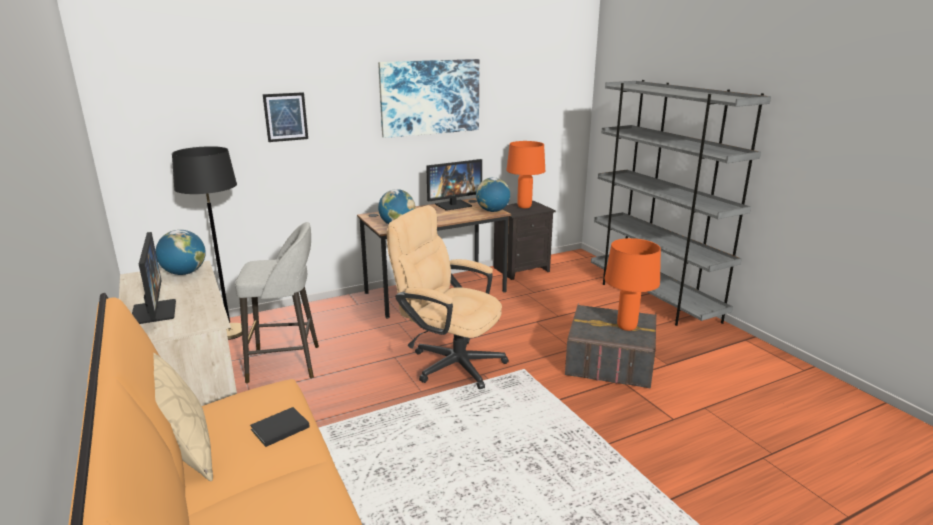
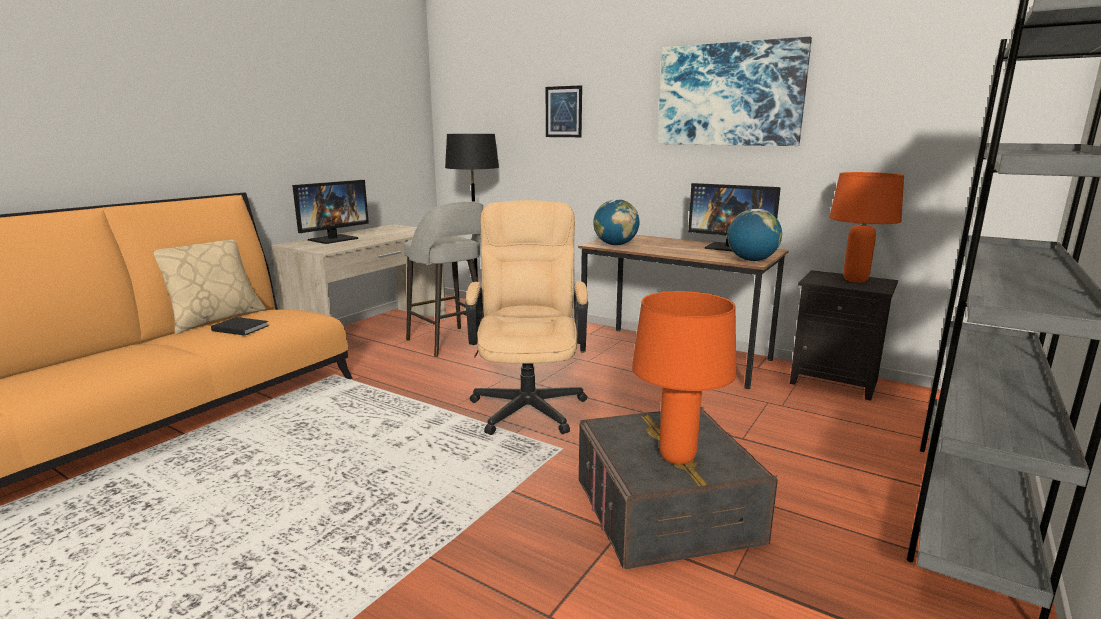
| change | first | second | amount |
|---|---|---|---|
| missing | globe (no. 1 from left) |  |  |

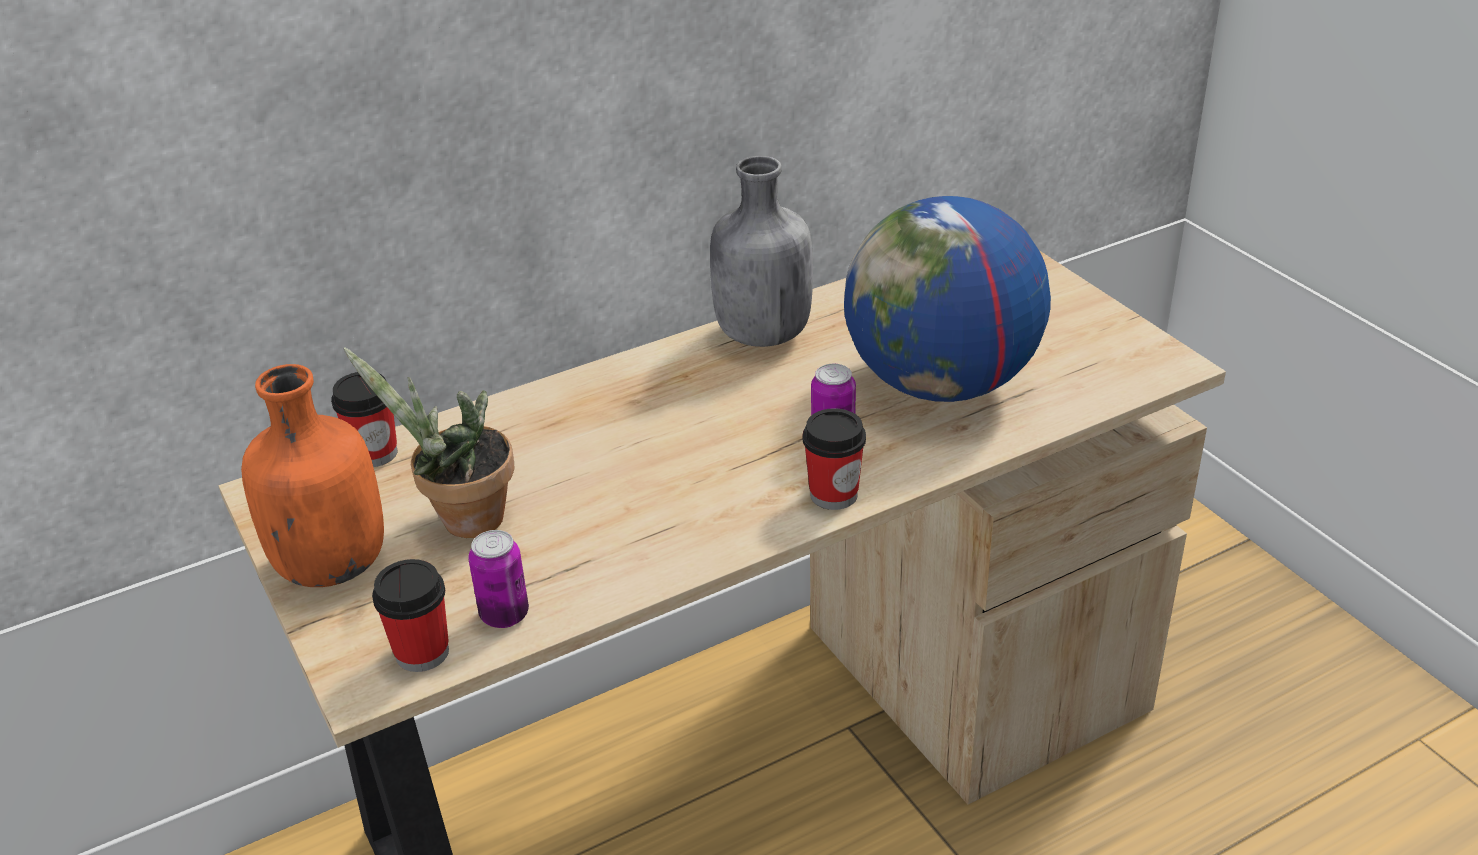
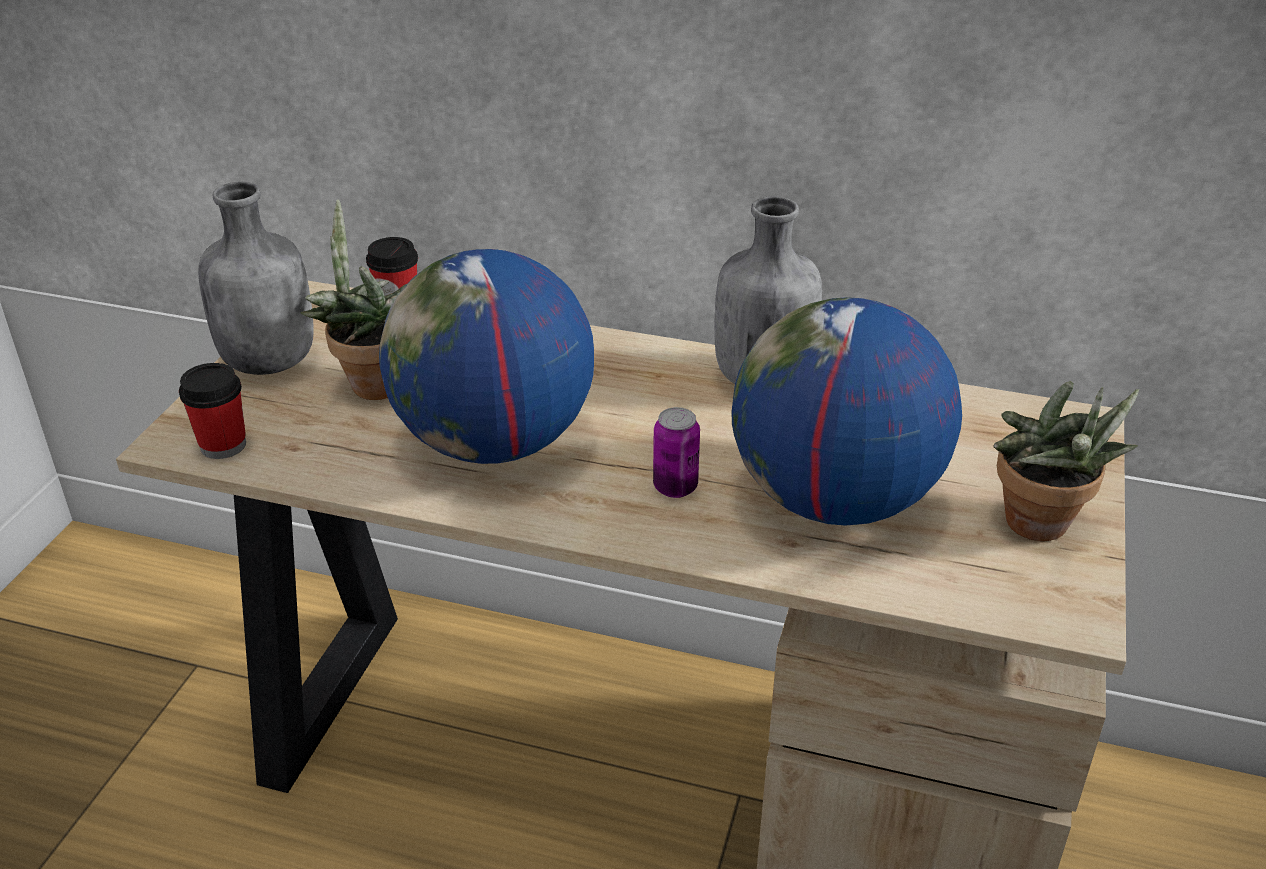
| change | first | second | amount |
|---|---|---|---|
| colour | bottle (orange) | bottle (grey) (no. 1 from left) |  |
| missing | can (no. 1 from left) |  |  |
| missing | cup (no. 3 from left) |  |  |
| appeared |  | globe (no. 1 from left) |  |
| appeared |  | potted plant (no. 2 from left) |  |

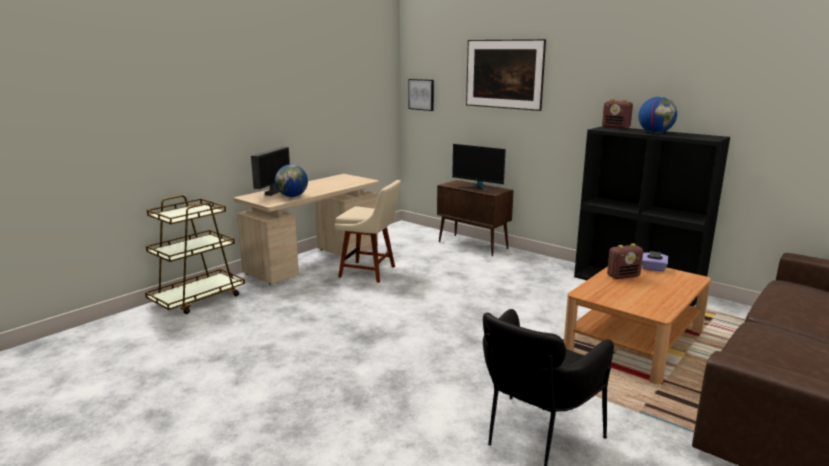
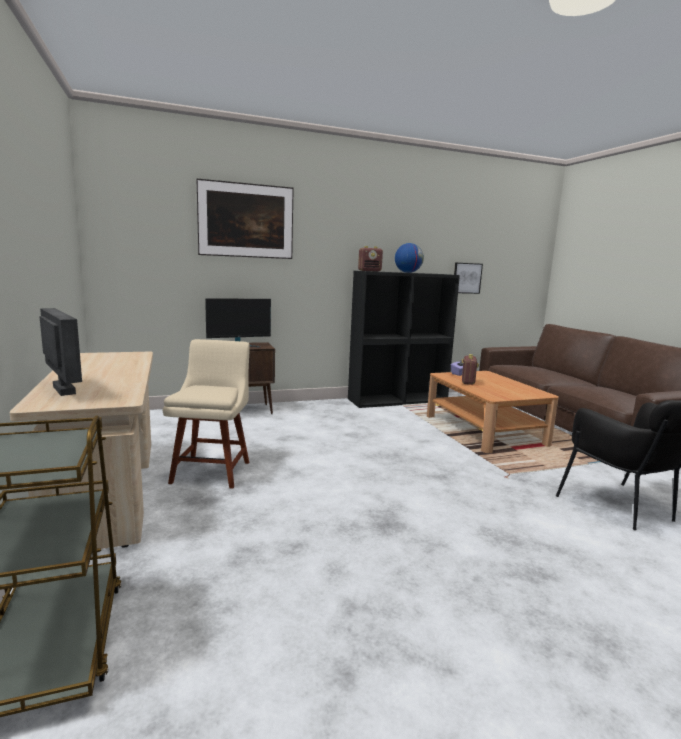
| change | first | second | amount |
|---|---|---|---|
| missing | globe (no. 1 from left) |  |  |
| spun | chair (beige) |  | 45 degrees counterclockwise |
| relocated | picture (no. 1 from left in the first image) | picture (no. 2 from left) |  |

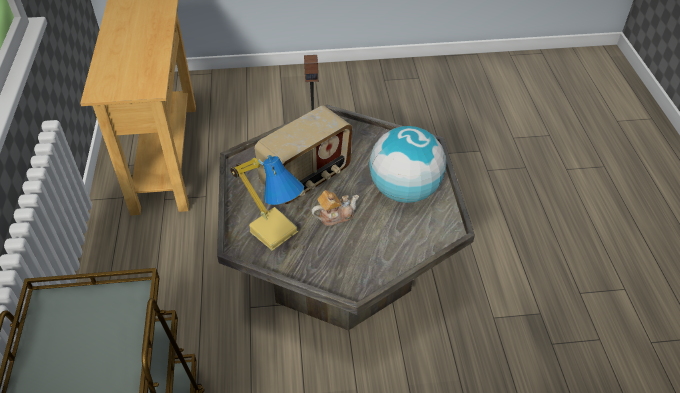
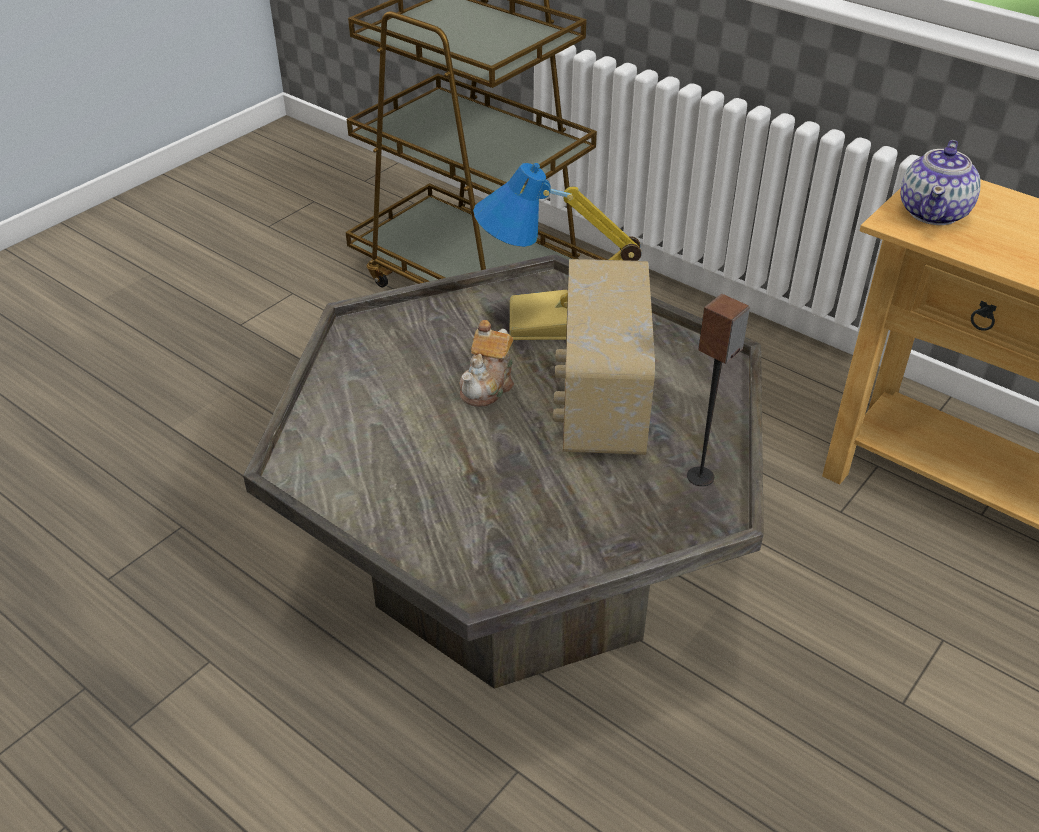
| change | first | second | amount |
|---|---|---|---|
| missing | globe |  |  |
| appeared |  | teapot (no. 2 from left) |  |

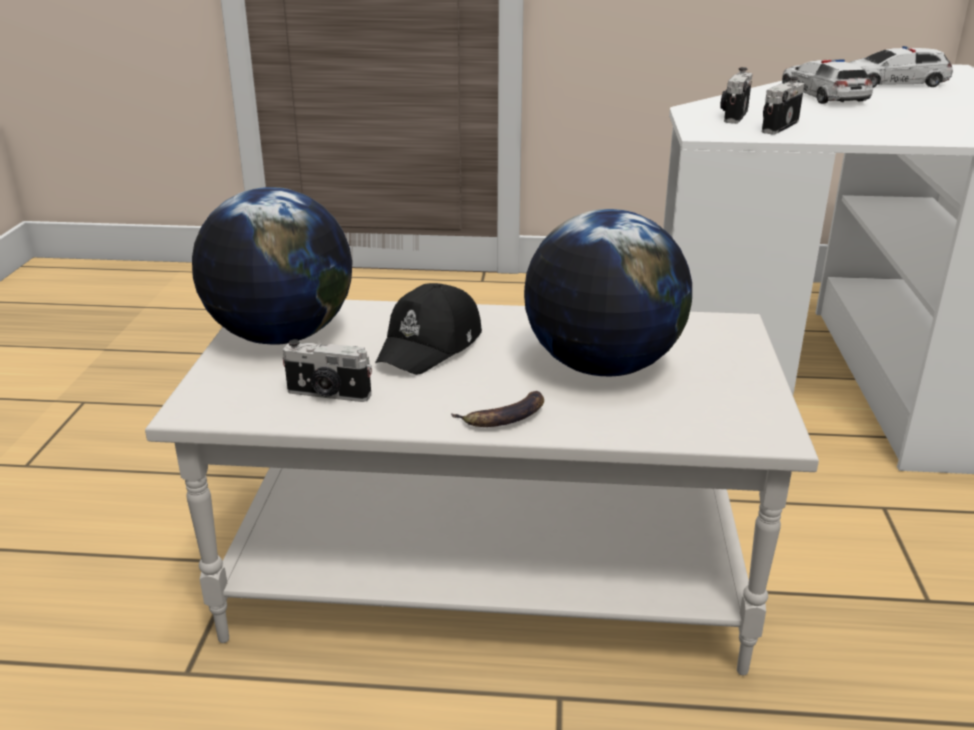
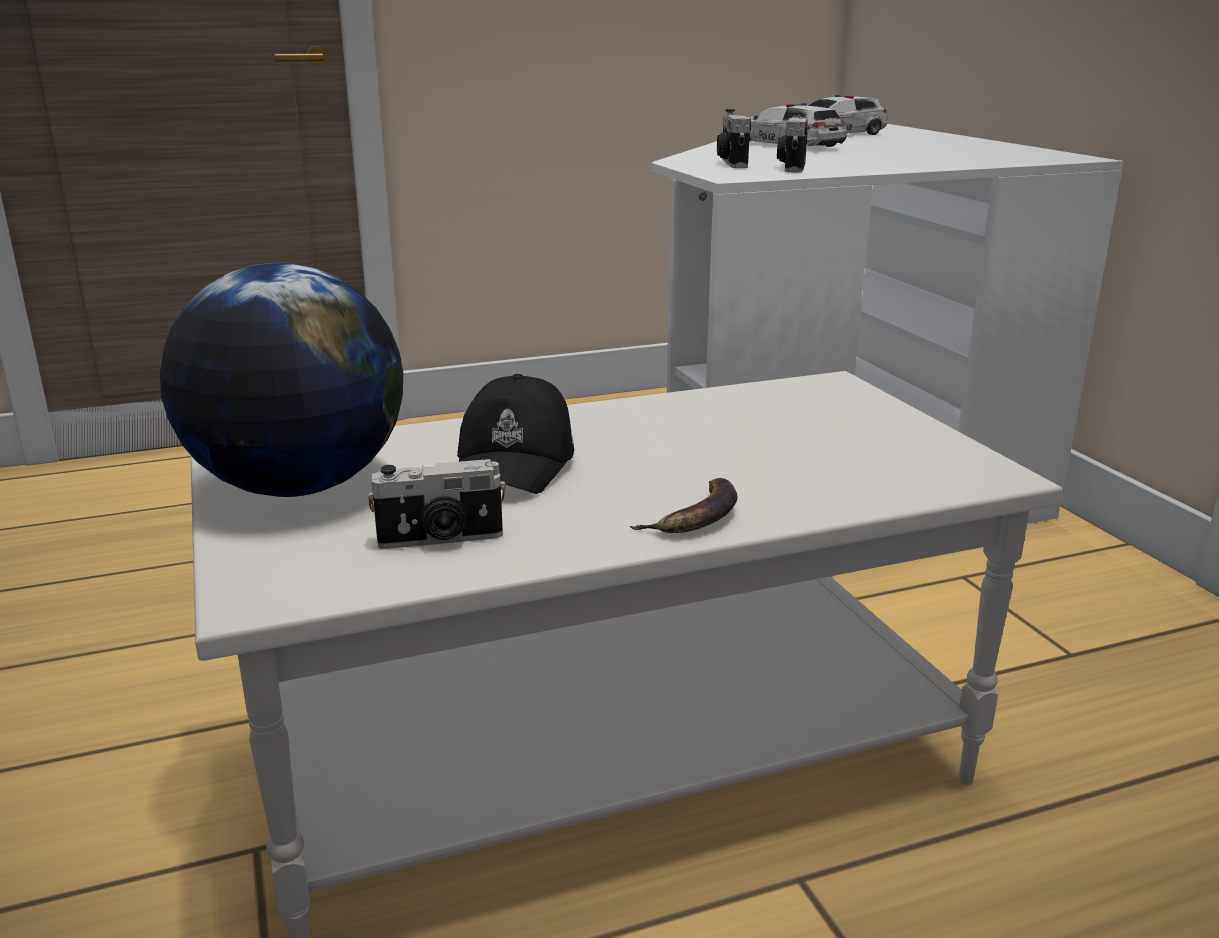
| change | first | second | amount |
|---|---|---|---|
| missing | globe (no. 2 from left) |  |  |

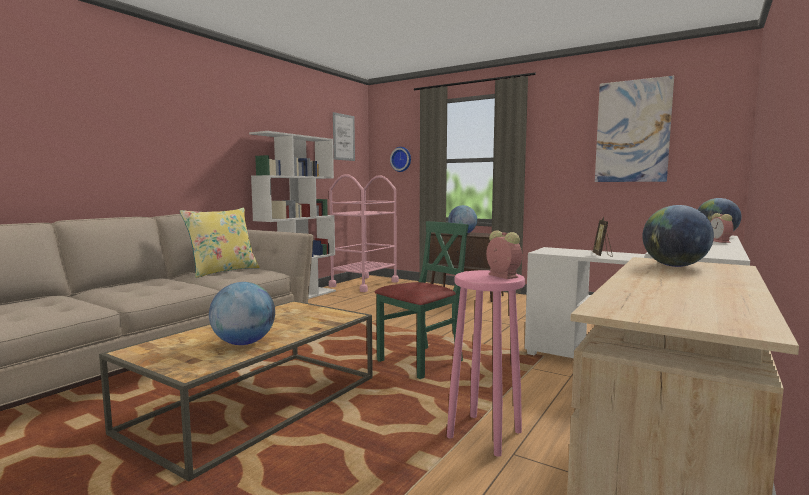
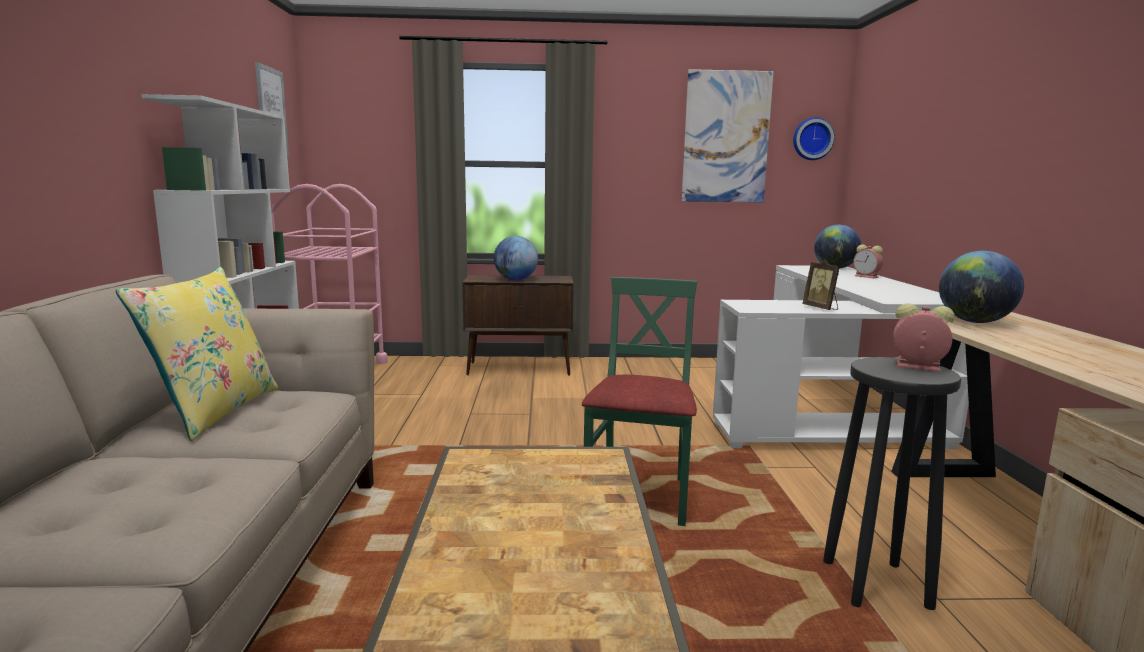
| change | first | second | amount |
|---|---|---|---|
| missing | globe (no. 1 from left) |  |  |
| relocated | wall clock |  |  |
| colour | stool (pink) | stool (black) |  |

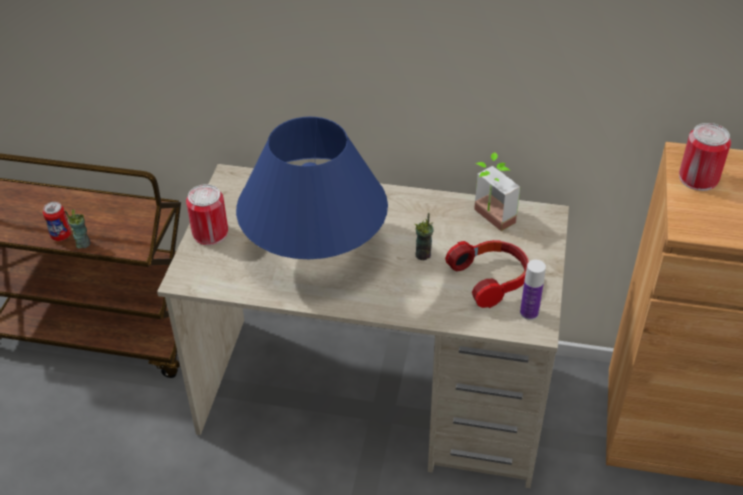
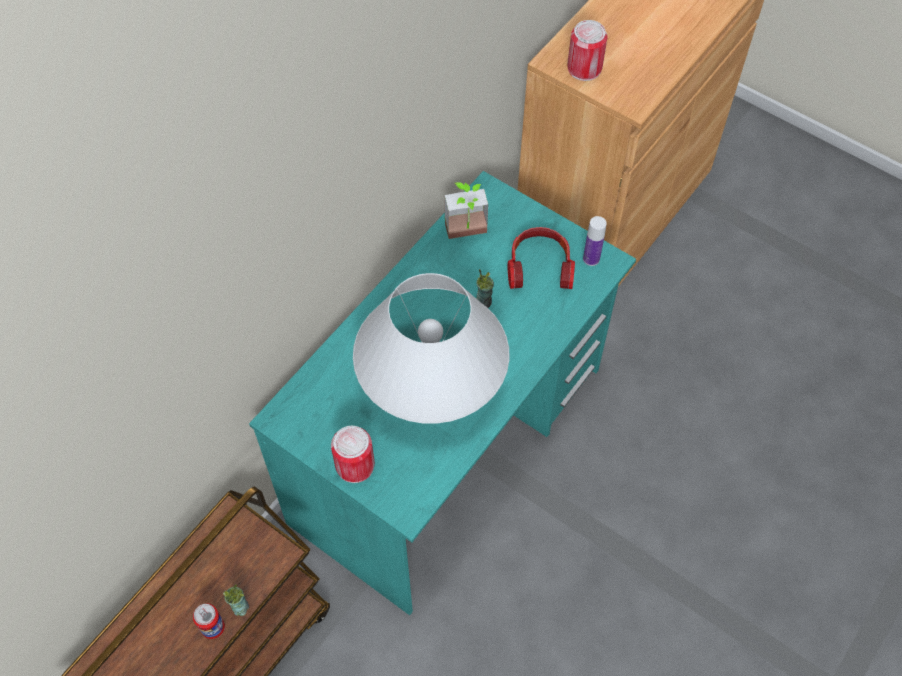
| change | first | second | amount |
|---|---|---|---|
| colour | desk (beige) | desk (turquoise) |  |
| colour | table lamp (blue) | table lamp (white) |  |

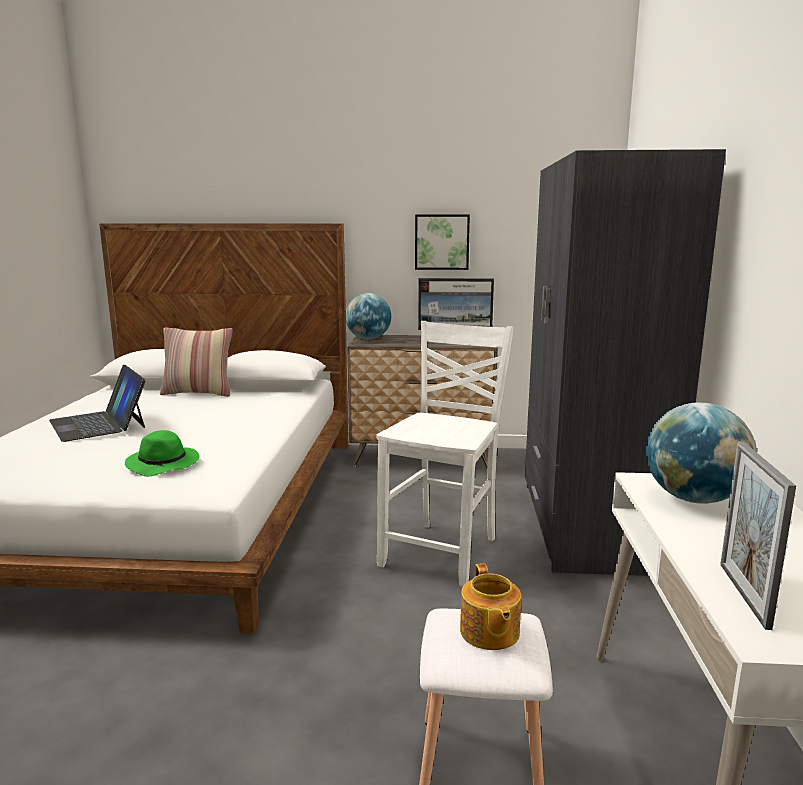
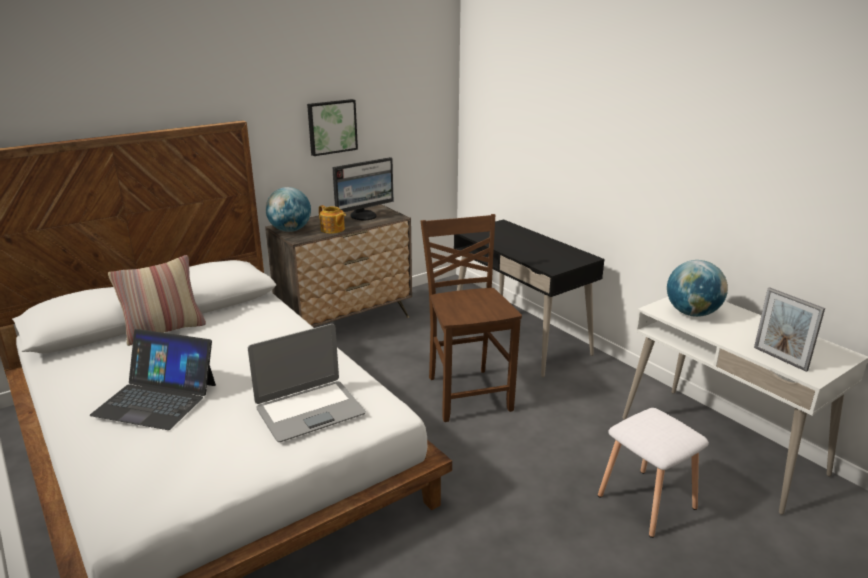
| change | first | second | amount |
|---|---|---|---|
| exchanged | hat (green) | laptop (no. 2 from left) |  |
| colour | chair (white) | chair (brown) |  |
| relocated | teapot |  |  |
| exchanged | wardrobe (grey) | desk (black) |  |

